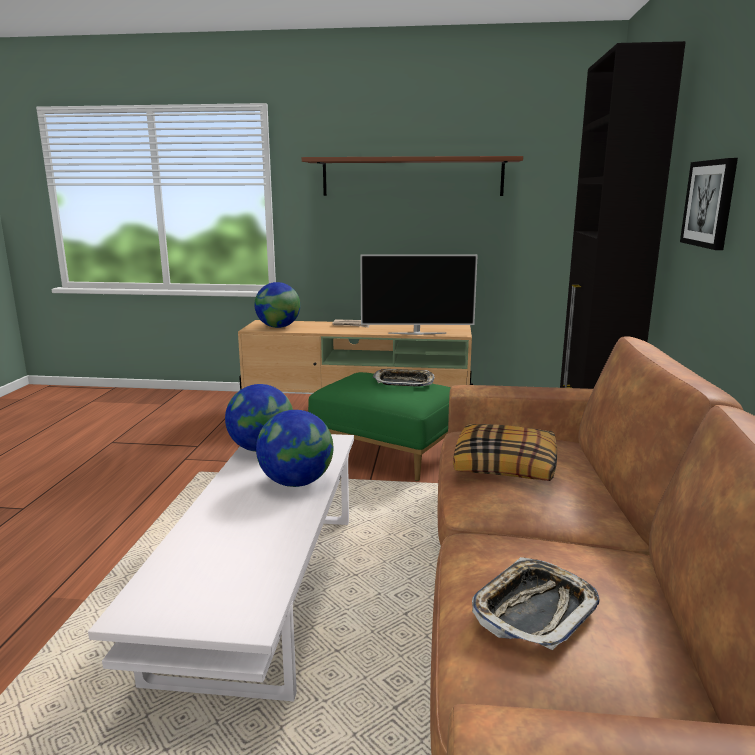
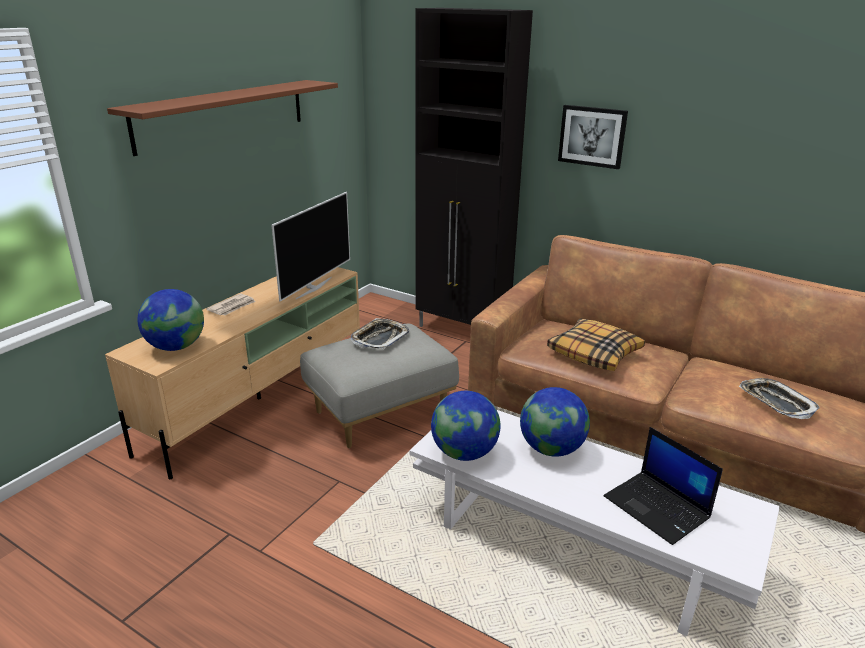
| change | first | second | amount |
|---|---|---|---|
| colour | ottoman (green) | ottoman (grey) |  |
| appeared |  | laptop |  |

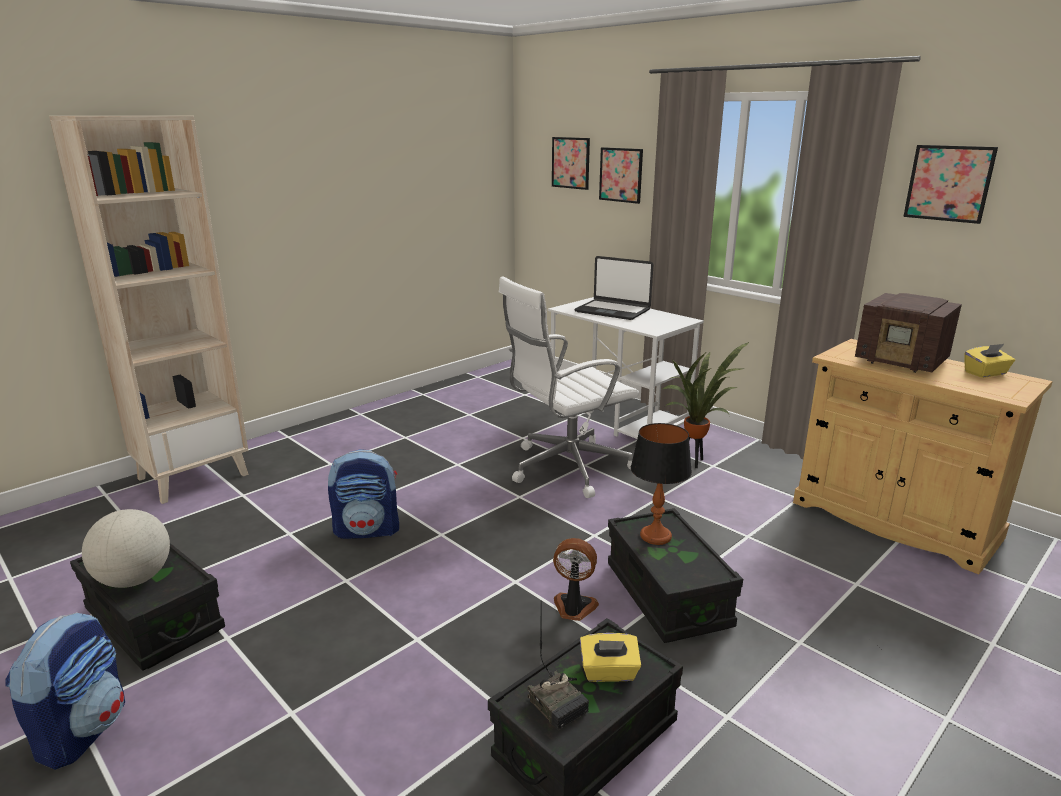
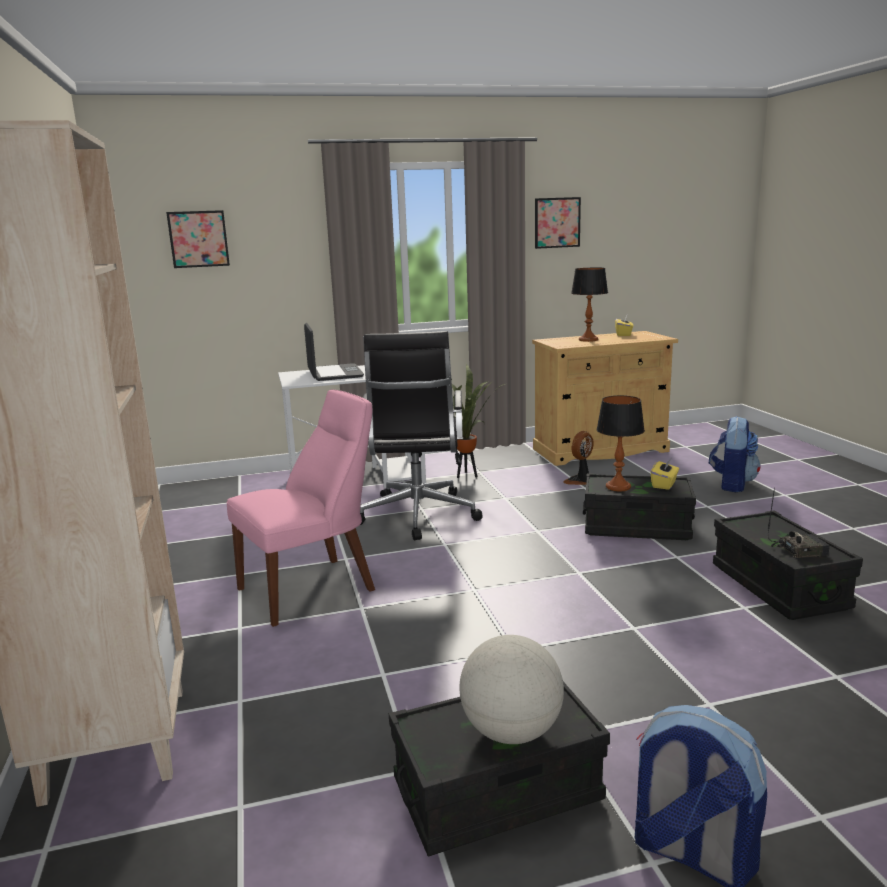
| change | first | second | amount |
|---|---|---|---|
| relocated | backpack (no. 2 from left) |  |  |
| colour | office chair (white) | office chair (black) |  |
| relocated | fan |  |  |
| spun | laptop |  | 75 degrees counterclockwise |
| relocated | tissue box (yellow) (no. 1 from left in the first image) | tissue box (yellow) (no. 2 from left) |  |
| missing | picture (no. 2 from left) |  |  |
| exchanged | radio (no. 2 from left) | table lamp (no. 1 from left) |  |
| appeared |  | chair (pink) |  |

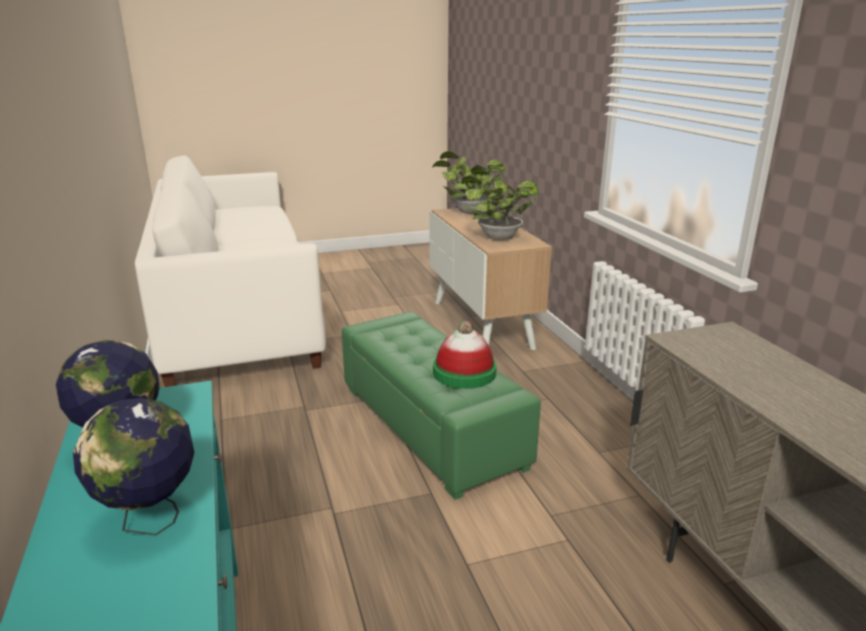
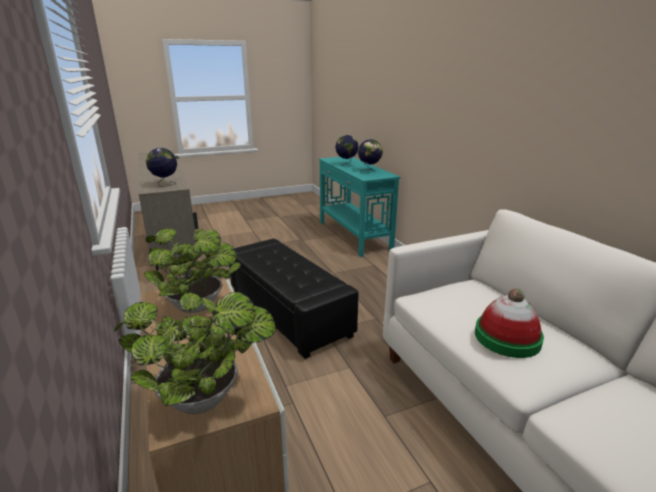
| change | first | second | amount |
|---|---|---|---|
| colour | ottoman (green) | ottoman (black) |  |
| relocated | hat |  |  |
| appeared |  | globe (no. 1 from left) |  |

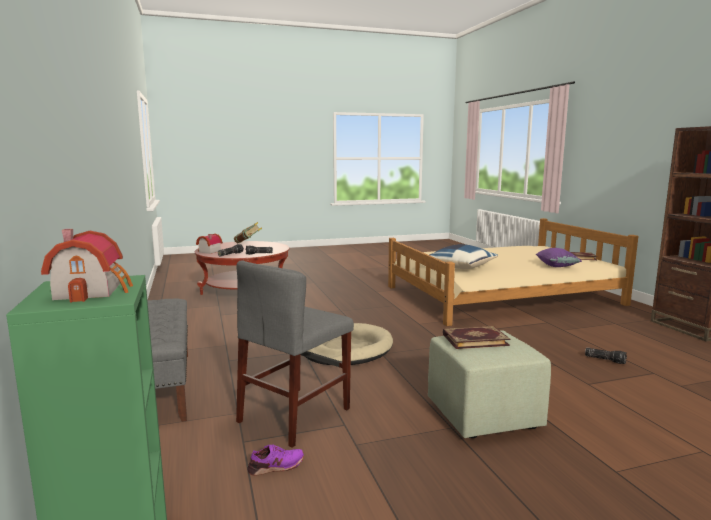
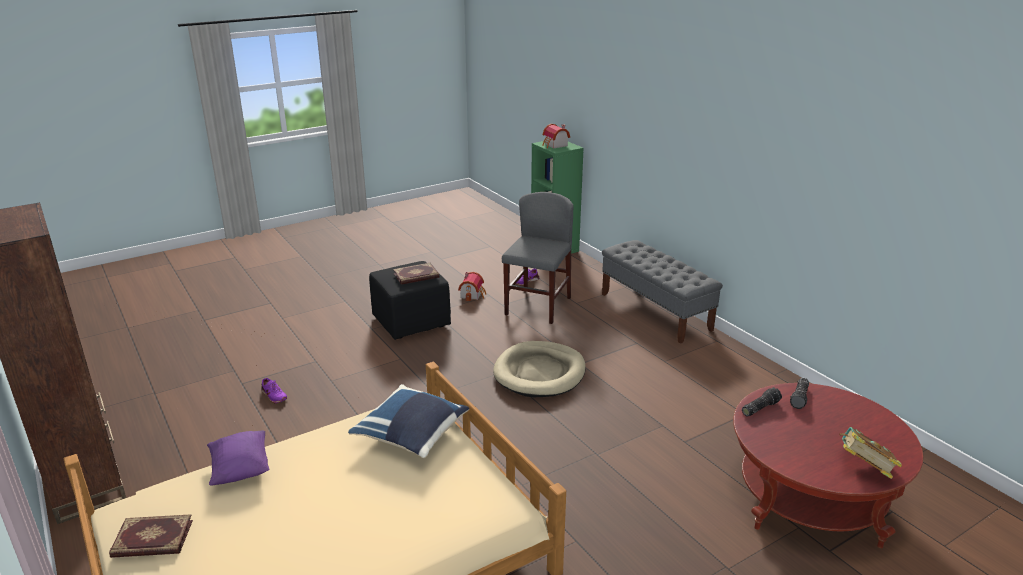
| change | first | second | amount |
|---|---|---|---|
| relocated | toy house (no. 2 from left in the first image) | toy house (no. 1 from left) |  |
| colour | ottoman (green) | ottoman (black) |  |
| exchanged | flashlight (no. 3 from left) | shoe (purple) (no. 1 from left) |  |

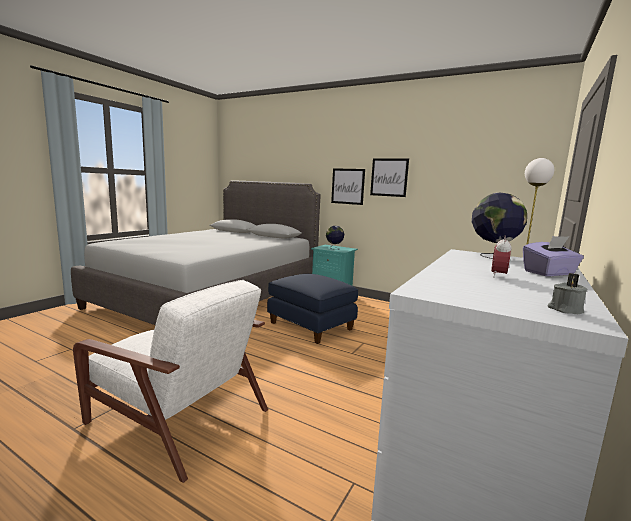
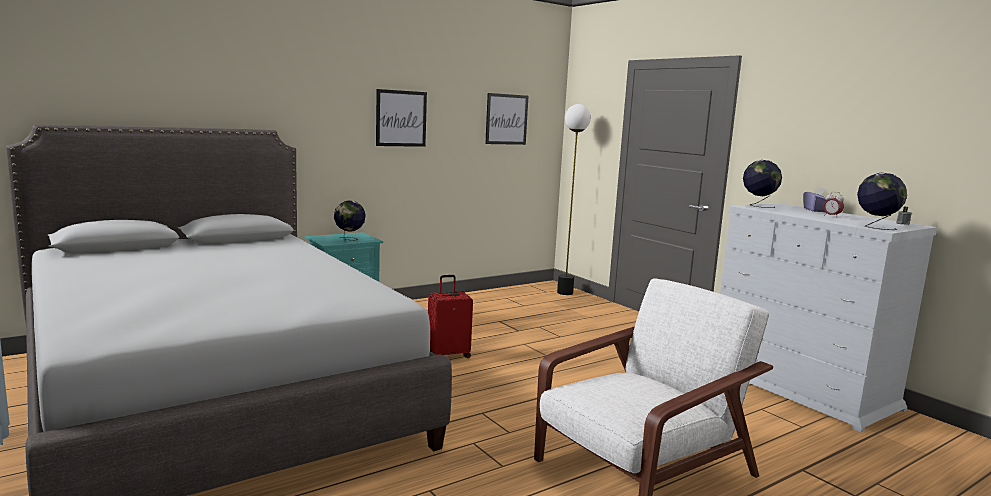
| change | first | second | amount |
|---|---|---|---|
| exchanged | ottoman (blue) | suitcase (red) |  |
| relocated | picture (no. 1 from left in the first image) | picture (no. 2 from left) |  |
| appeared |  | globe (no. 3 from left) |  |

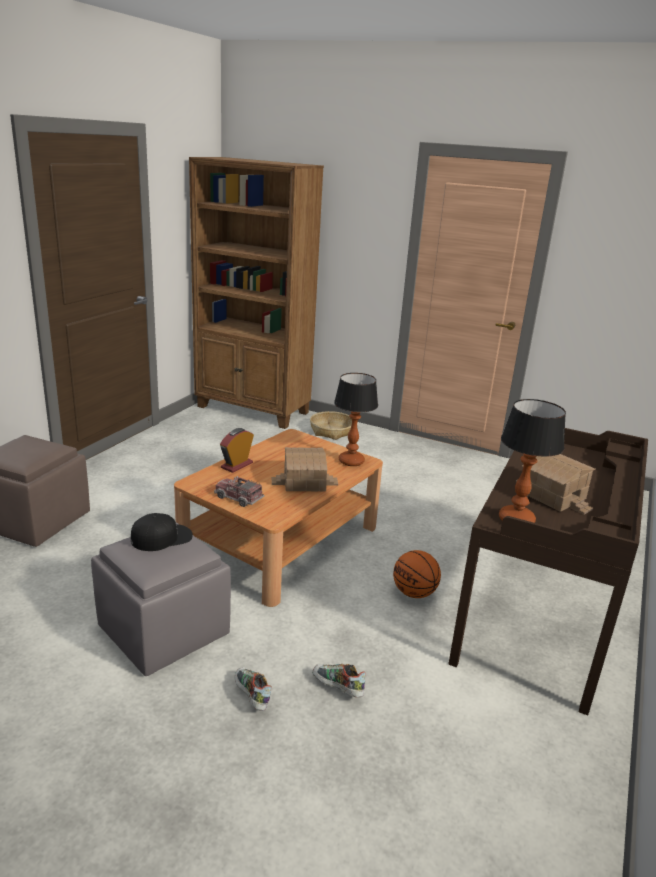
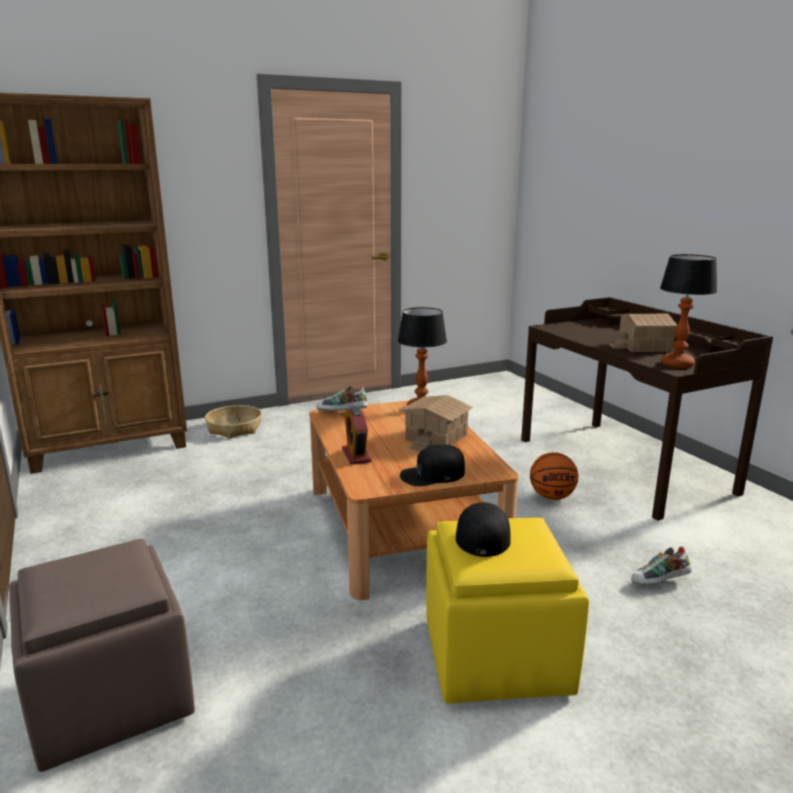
| change | first | second | amount |
|---|---|---|---|
| colour | ottoman (grey) | ottoman (yellow) |  |
| exchanged | toy truck | cap (black) (no. 1 from left) |  |
| relocated | shoe (no. 1 from left) |  |  |

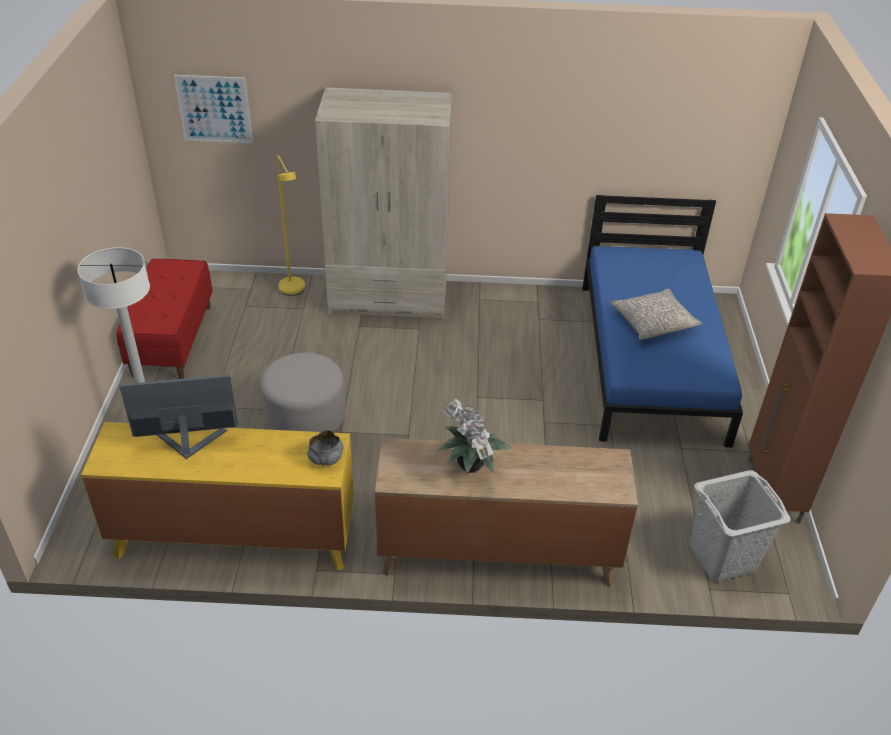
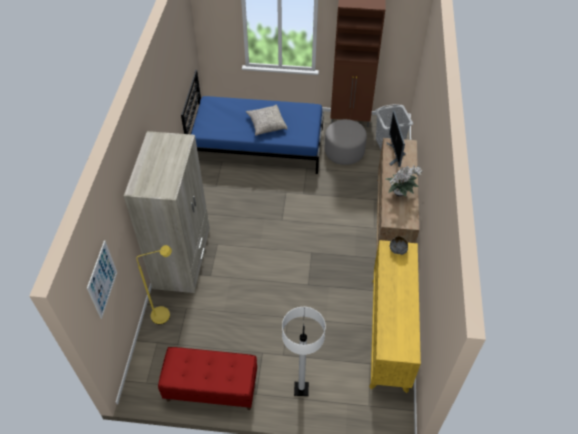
| change | first | second | amount |
|---|---|---|---|
| relocated | monitor |  |  |
| relocated | ottoman (grey) |  |  |

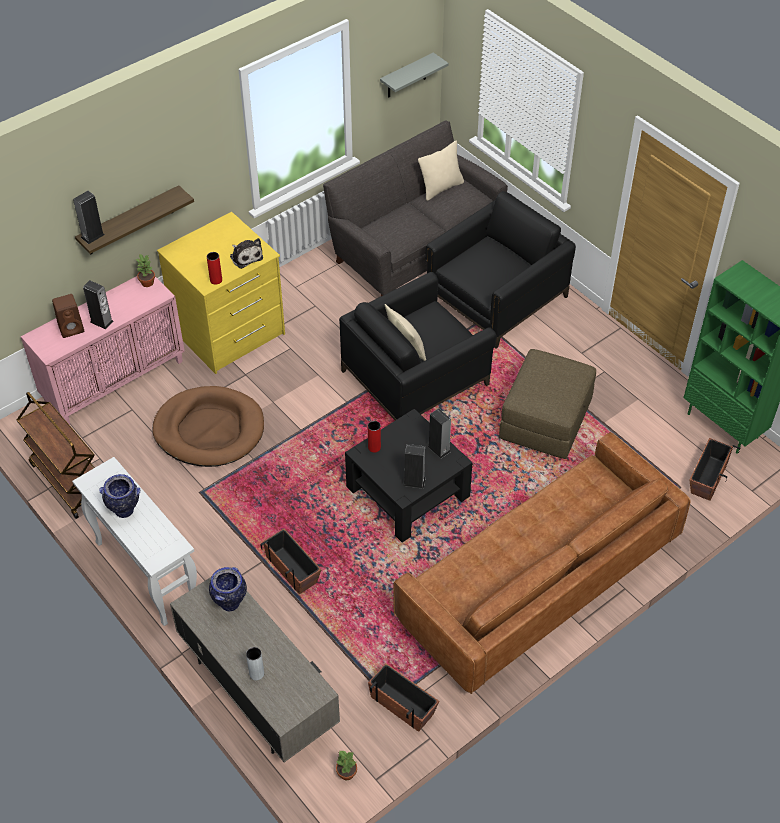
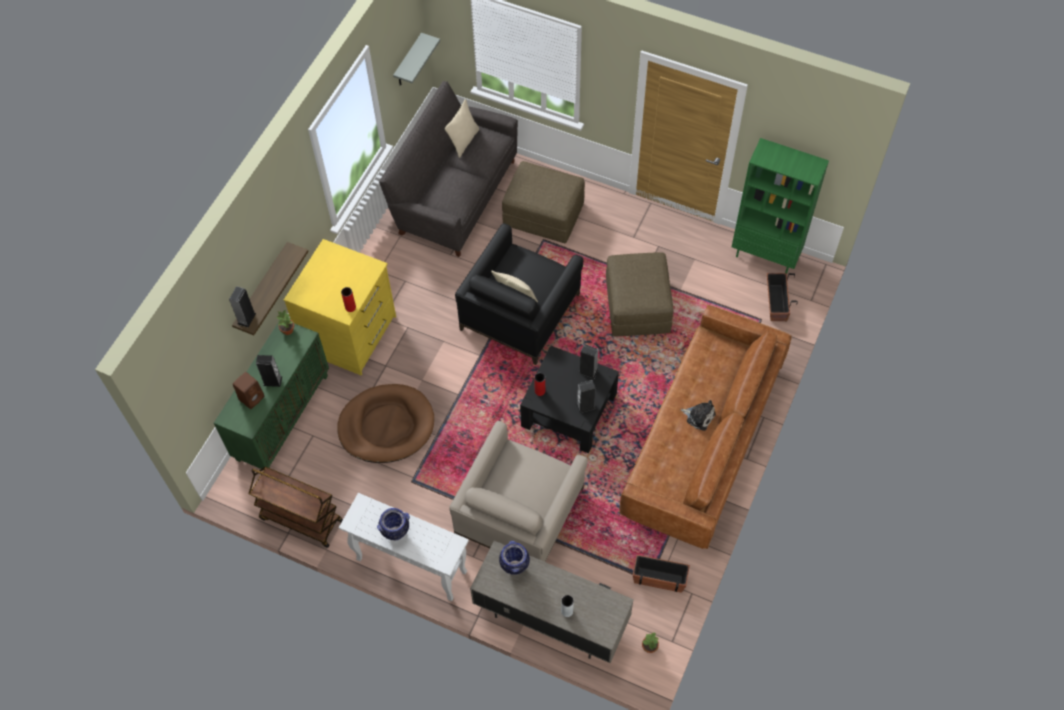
| change | first | second | amount |
|---|---|---|---|
| colour | cabinet (pink) | cabinet (green) |  |
| relocated | plush toy |  |  |
| exchanged | planter (no. 1 from left) | armchair (beige) |  |
| exchanged | armchair (black) (no. 2 from left) | ottoman (brown) (no. 1 from left) |  |

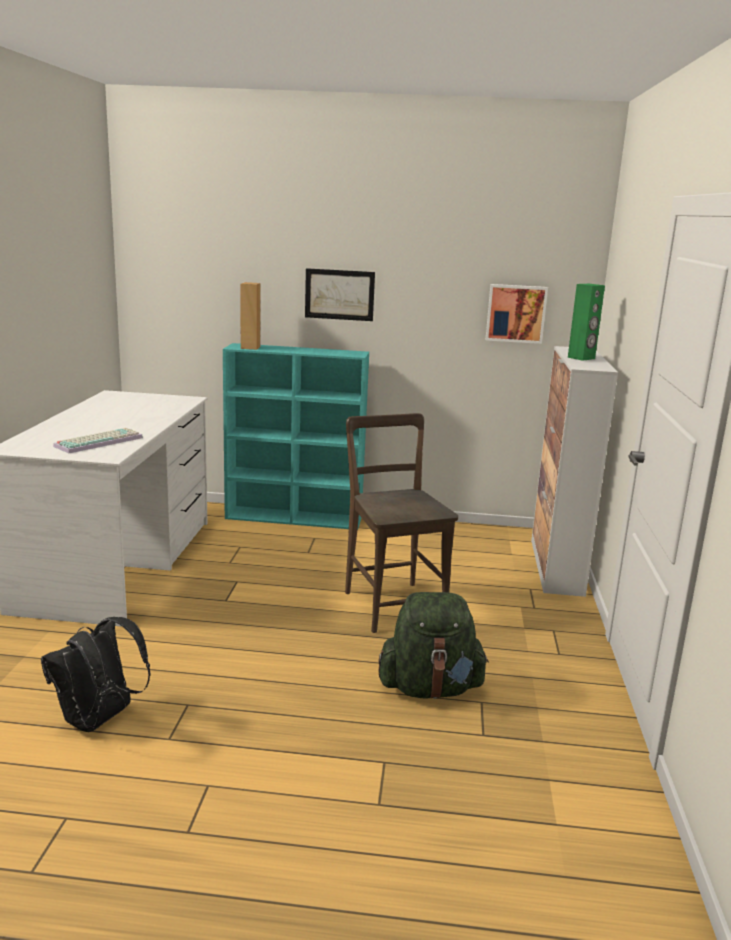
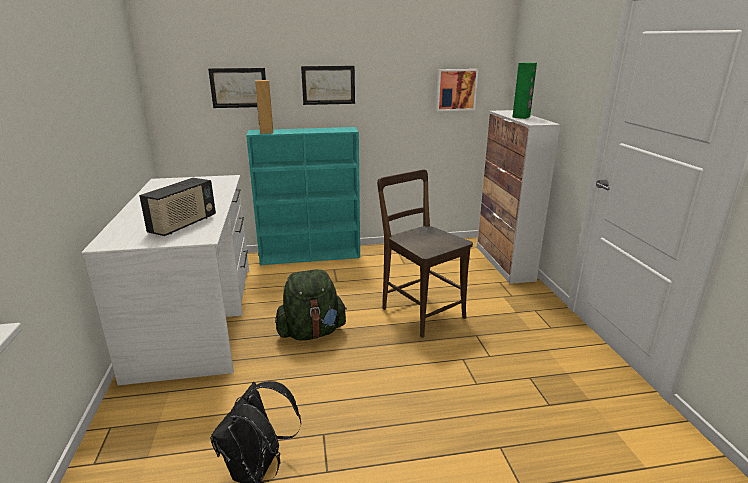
| change | first | second | amount |
|---|---|---|---|
| exchanged | keyboard | radio |  |
| relocated | backpack (green) |  |  |
| appeared |  | picture (no. 1 from left) |  |

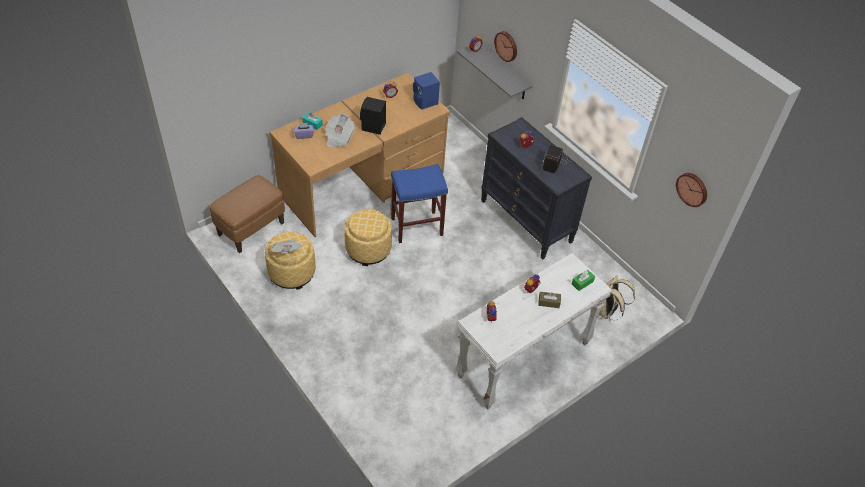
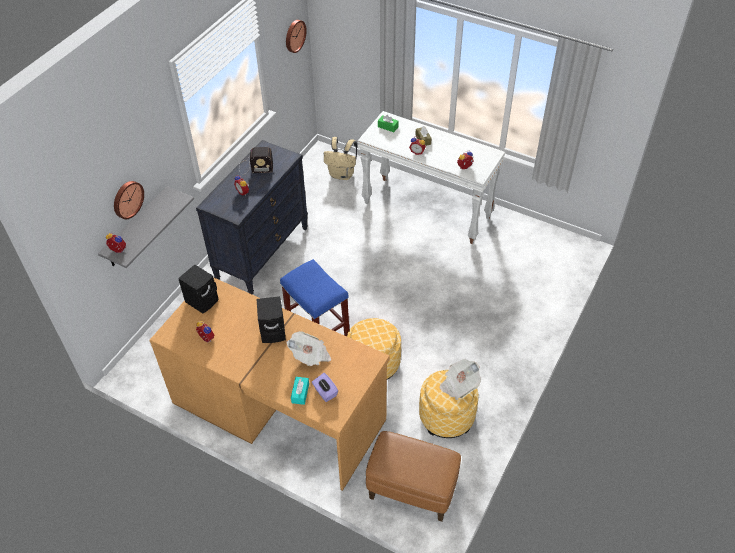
| change | first | second | amount |
|---|---|---|---|
| colour | speaker (blue) | speaker (black) (no. 1 from left) |  |

